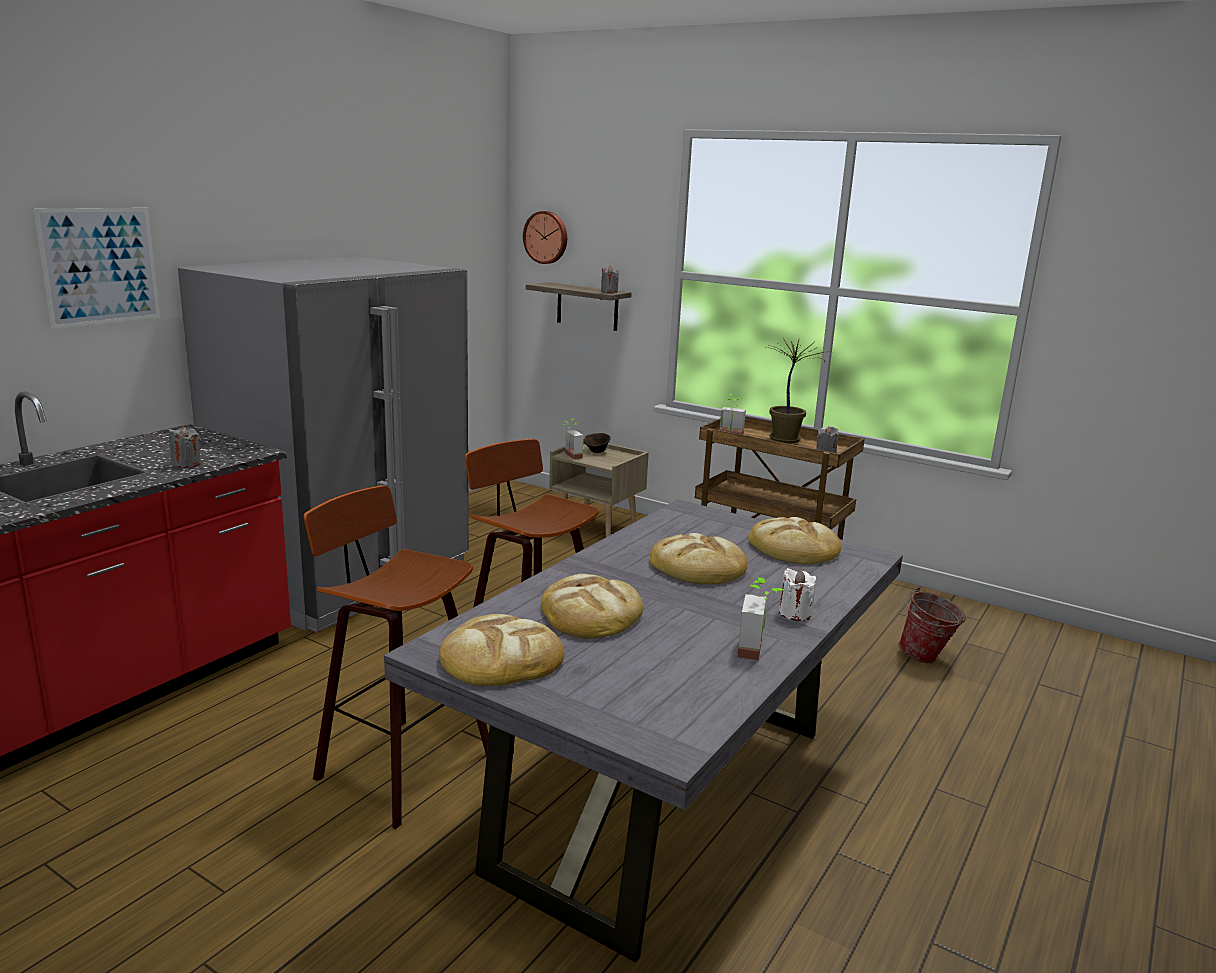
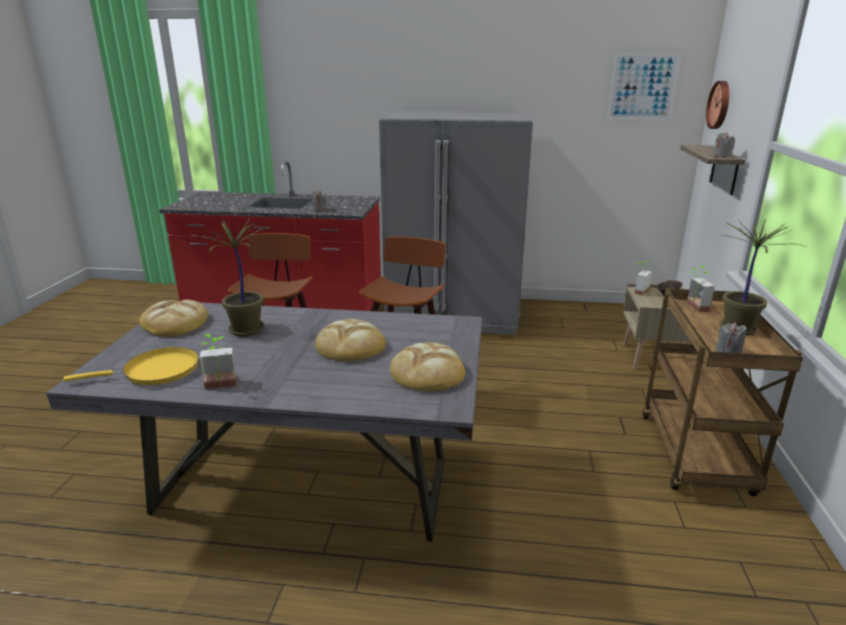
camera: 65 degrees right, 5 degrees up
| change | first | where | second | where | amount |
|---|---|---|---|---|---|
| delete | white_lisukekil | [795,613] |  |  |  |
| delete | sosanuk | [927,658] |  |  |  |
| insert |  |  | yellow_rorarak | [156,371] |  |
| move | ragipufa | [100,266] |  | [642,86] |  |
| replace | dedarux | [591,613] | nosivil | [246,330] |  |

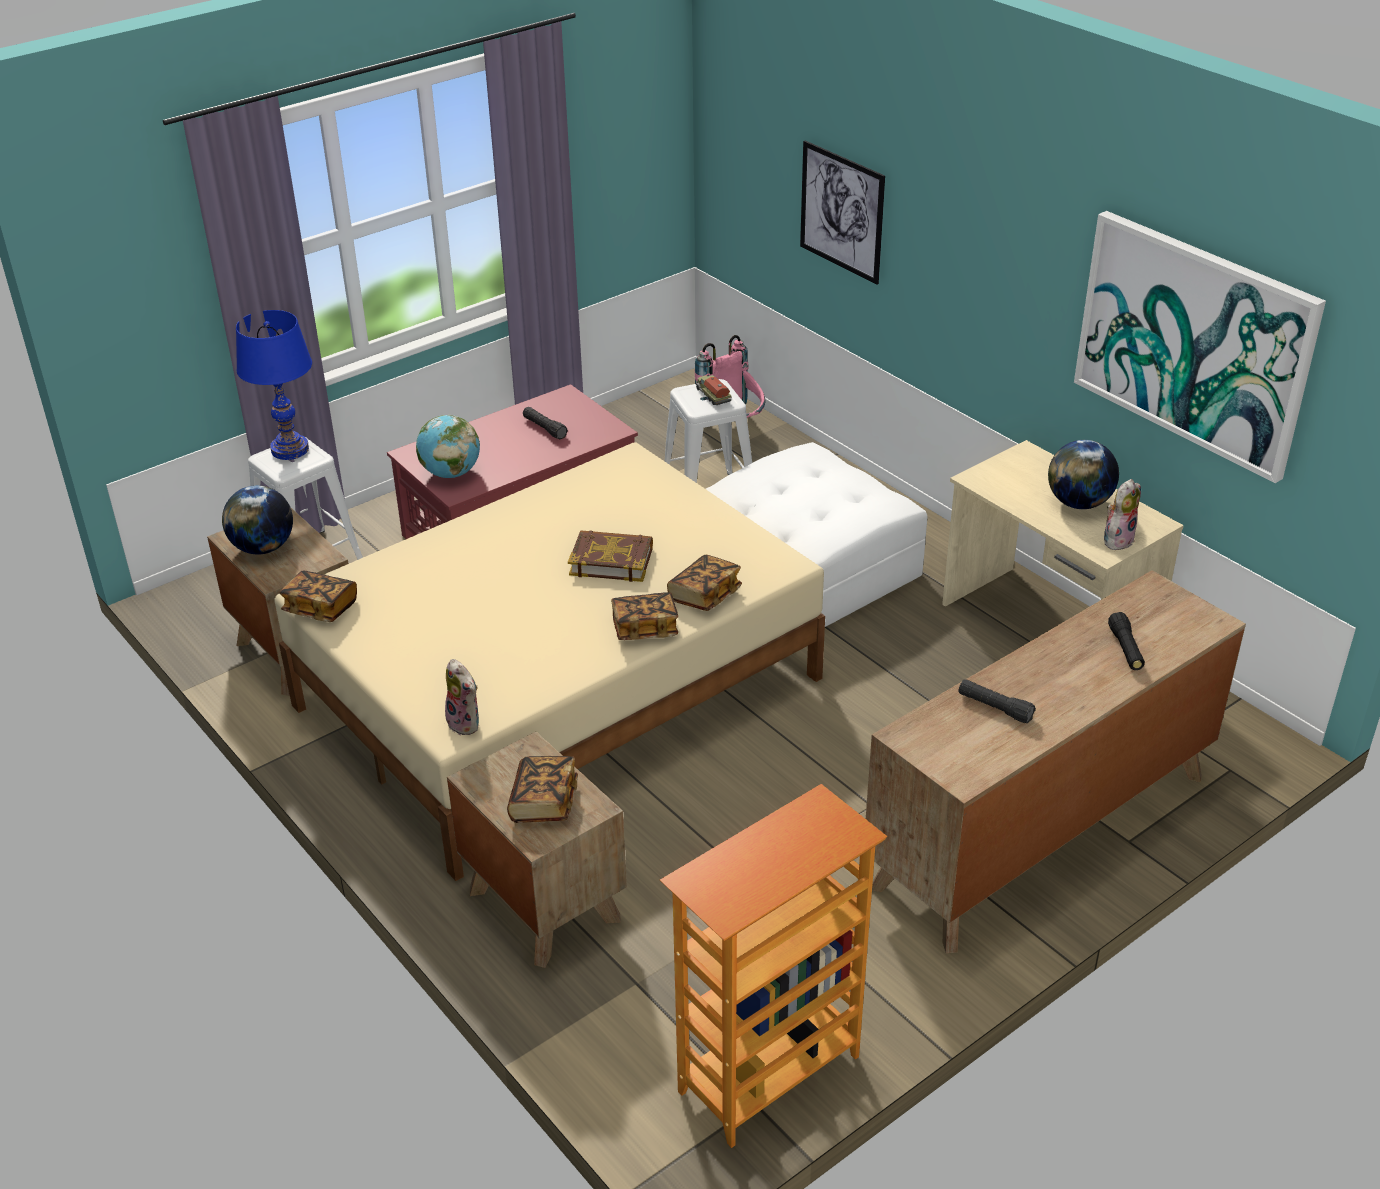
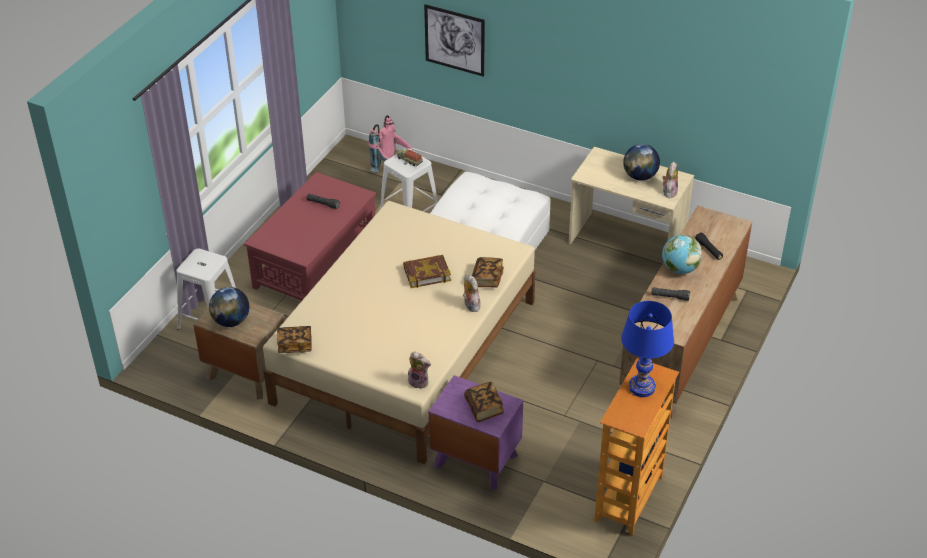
camera: 25 degrees left, 5 degrees up
| change | first | where | second | where | amount |
|---|---|---|---|---|---|
| delete | ragipufa | [1193,342] |  |  |  |
| move | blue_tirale | [290,450] |  | [642,387] |  |
| move | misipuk | [451,473] |  | [679,269] |  |
| replace | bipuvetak | [645,629] | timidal | [470,305] |  |
| recolor | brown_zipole | [543,904] | purple_zipole | [475,460] |  |

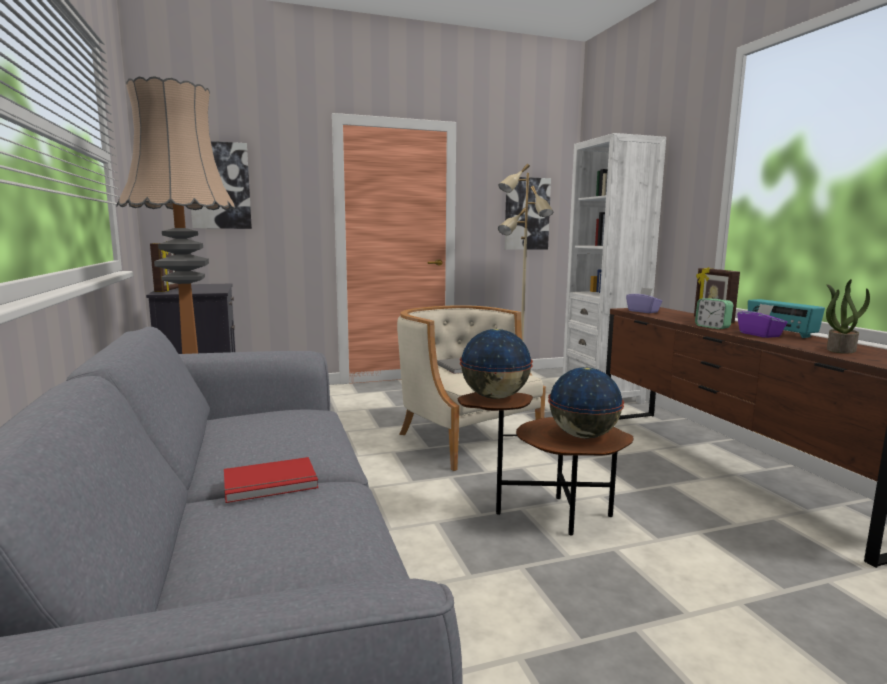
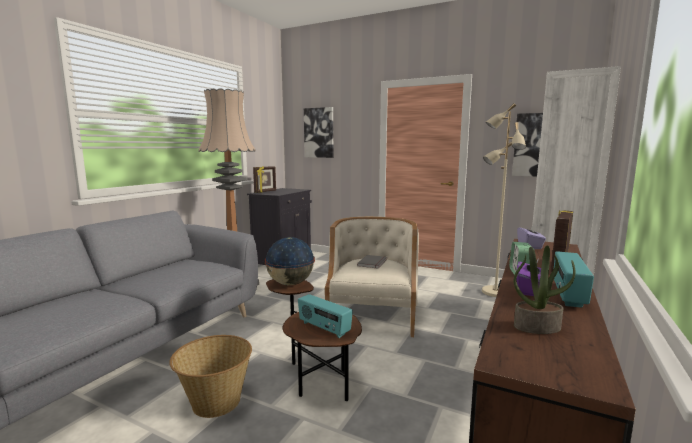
camera: 45 degrees right, 0 degrees up
| change | first | where | second | where | amount |
|---|---|---|---|---|---|
| delete | red_bipuvetak | [271,484] |  |  |  |
| insert |  |  | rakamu | [215,402] |  |
| replace | misipuk | [583,436] | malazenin | [324,328] |  |

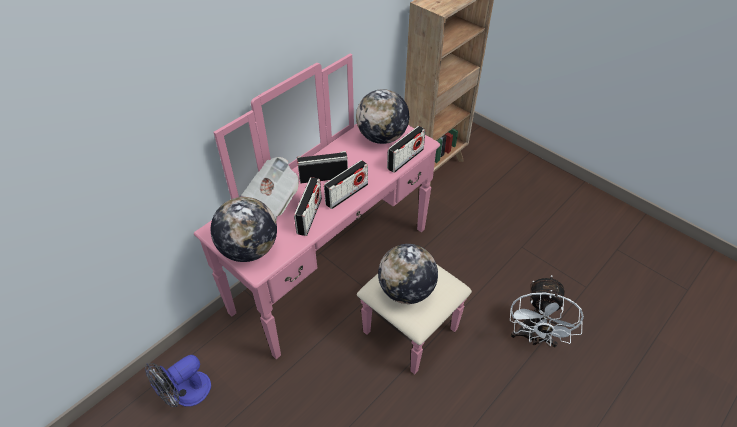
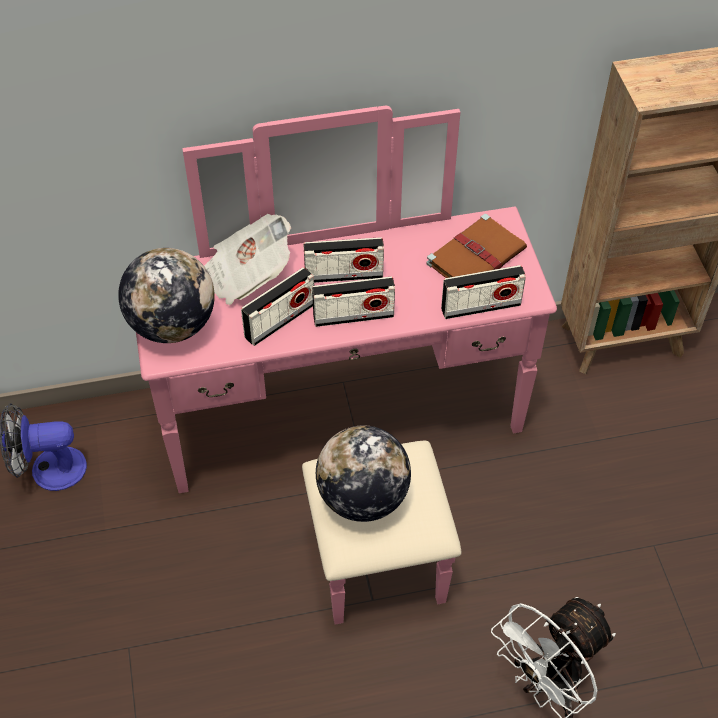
camera: 35 degrees right, 5 degrees up
| change | first | where | second | where | amount |
|---|---|---|---|---|---|
| replace | misipuk | [382,137] | brown_bipuvetak | [477,255] |  |
| rotate | malazenin | [323,177] |  | [344,275] | 150 degrees clockwise |

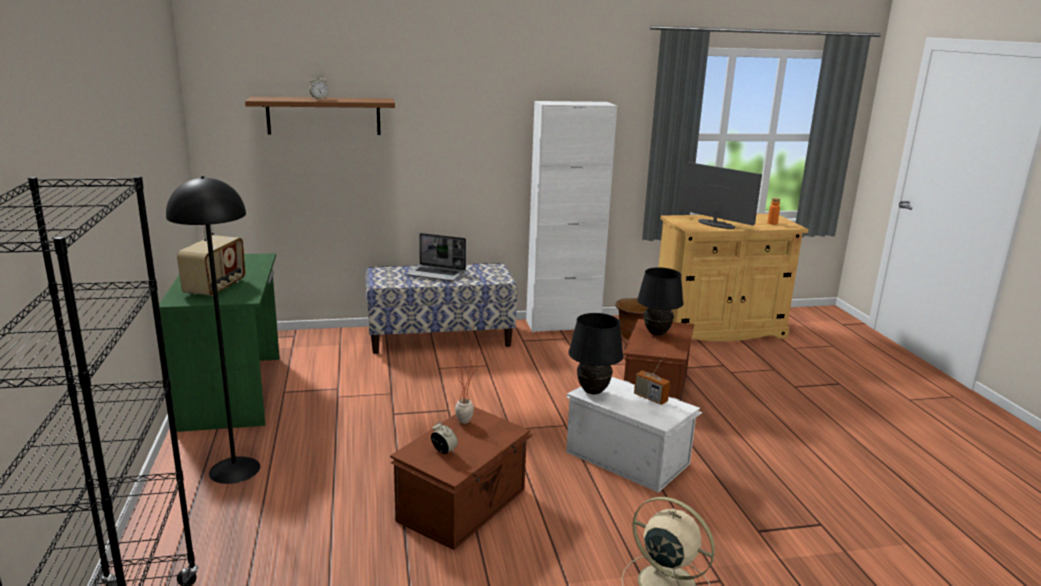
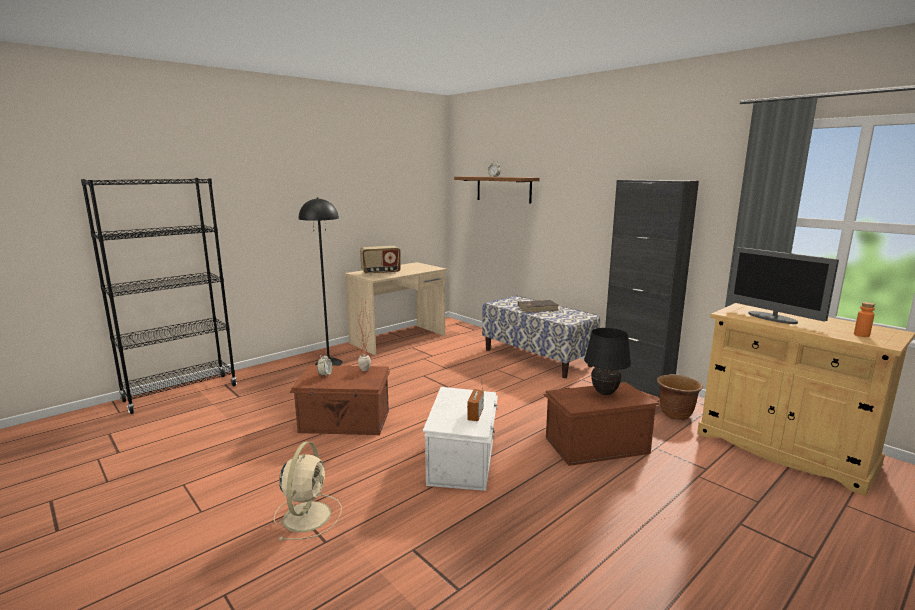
camera: 60 degrees right, 5 degrees down
| change | first | where | second | where | amount |
|---|---|---|---|---|---|
| delete | black_tirale | [593,391] |  |  |  |
| replace | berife | [437,274] | brown_bipuvetak | [538,308] |  |
| recolor | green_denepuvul | [234,391] | beige_denepuvul | [399,339] |  |
| recolor | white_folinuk | [563,325] | black_folinuk | [636,384] |  |
| rotate | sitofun | [715,224] |  | [772,318] | 135 degrees clockwise |

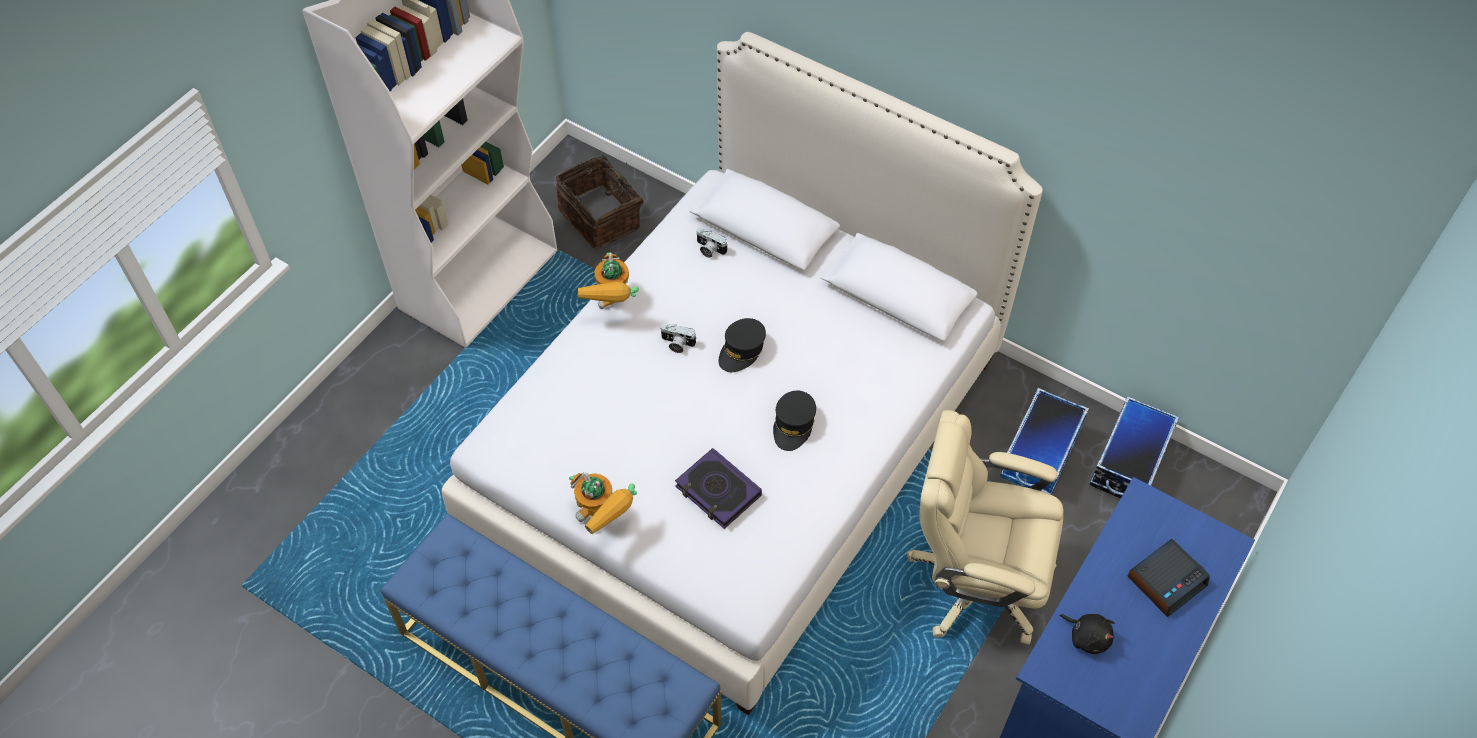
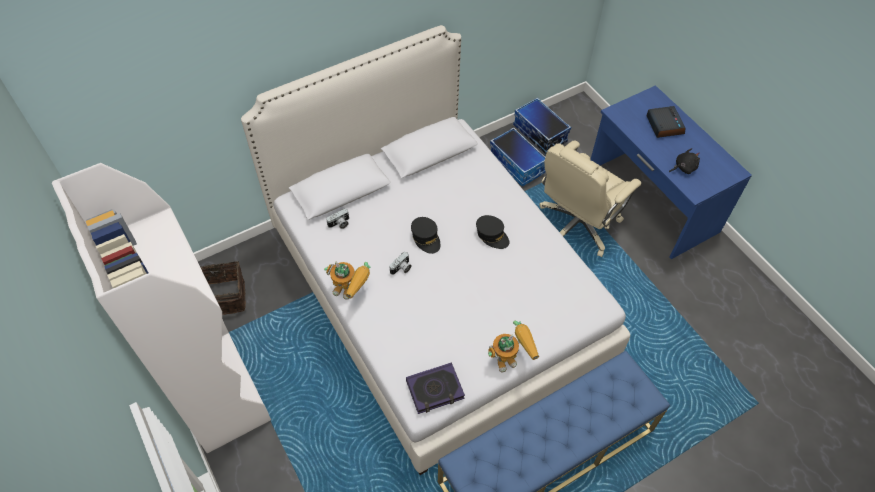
camera: 65 degrees left, 0 degrees up
| change | first | where | second | where | amount |
|---|---|---|---|---|---|
| move | bipuvetak | [718,491] |  | [435,390] |  |

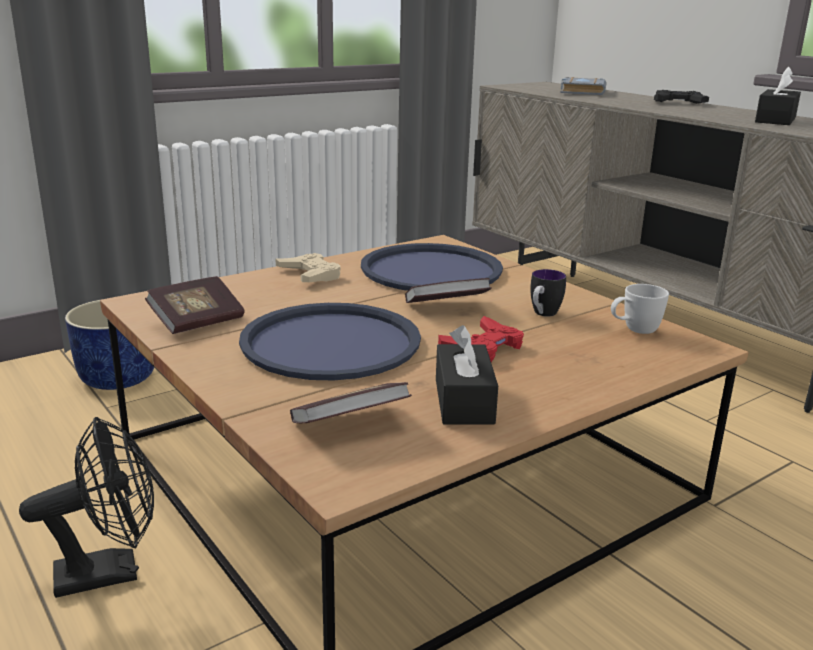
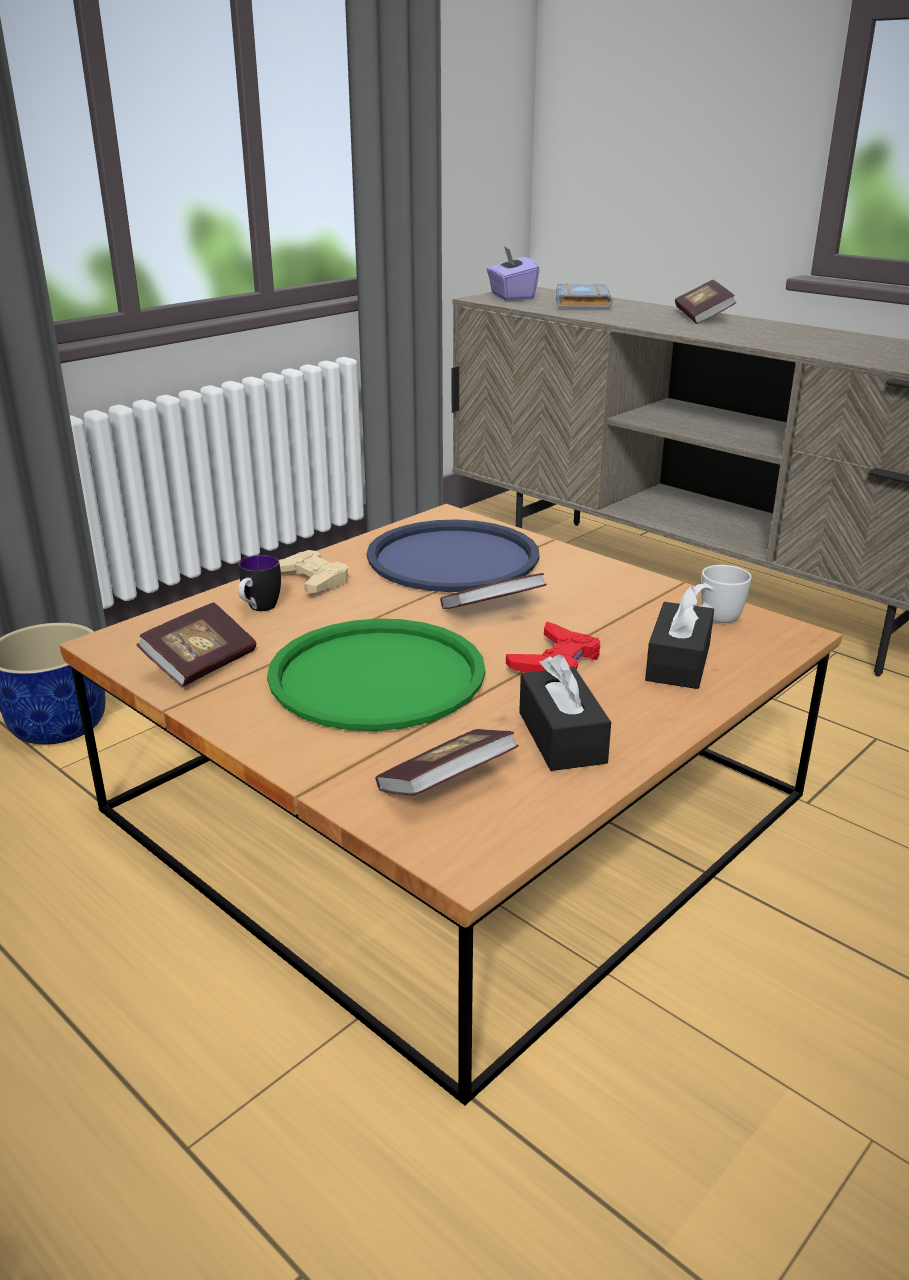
camera: 10 degrees left, 5 degrees up
| change | first | where | second | where | amount |
|---|---|---|---|---|---|
| delete | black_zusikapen | [110,572] |  |  |  |
| insert |  |  | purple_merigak | [511,296] |  |
| move | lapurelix | [542,314] |  | [259,609] |  |
| move | black_merigak | [775,120] |  | [678,662] |  |
| replace | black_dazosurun | [678,103] | bipuvetak | [702,317] |  |
| recolor | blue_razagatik | [330,343] | green_razagatik | [376,676] |  |

